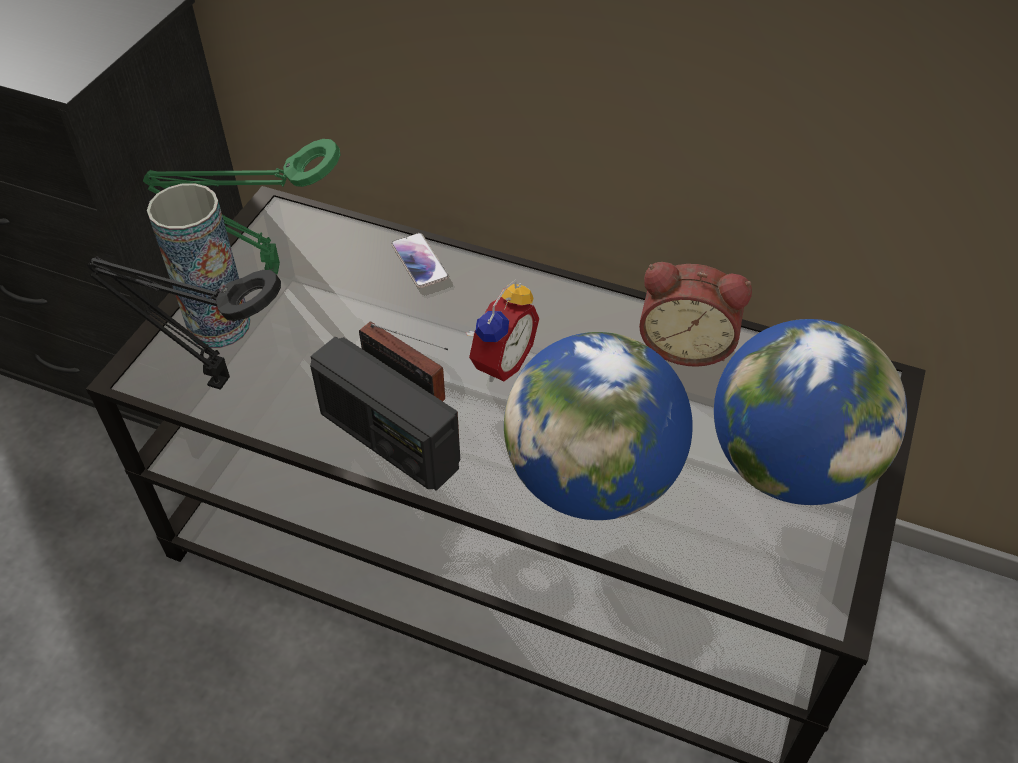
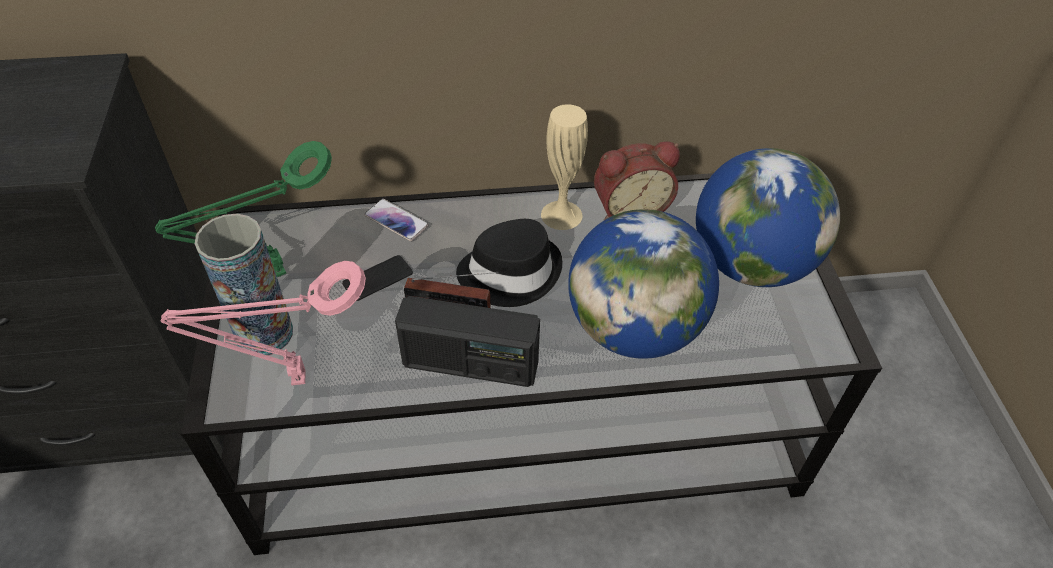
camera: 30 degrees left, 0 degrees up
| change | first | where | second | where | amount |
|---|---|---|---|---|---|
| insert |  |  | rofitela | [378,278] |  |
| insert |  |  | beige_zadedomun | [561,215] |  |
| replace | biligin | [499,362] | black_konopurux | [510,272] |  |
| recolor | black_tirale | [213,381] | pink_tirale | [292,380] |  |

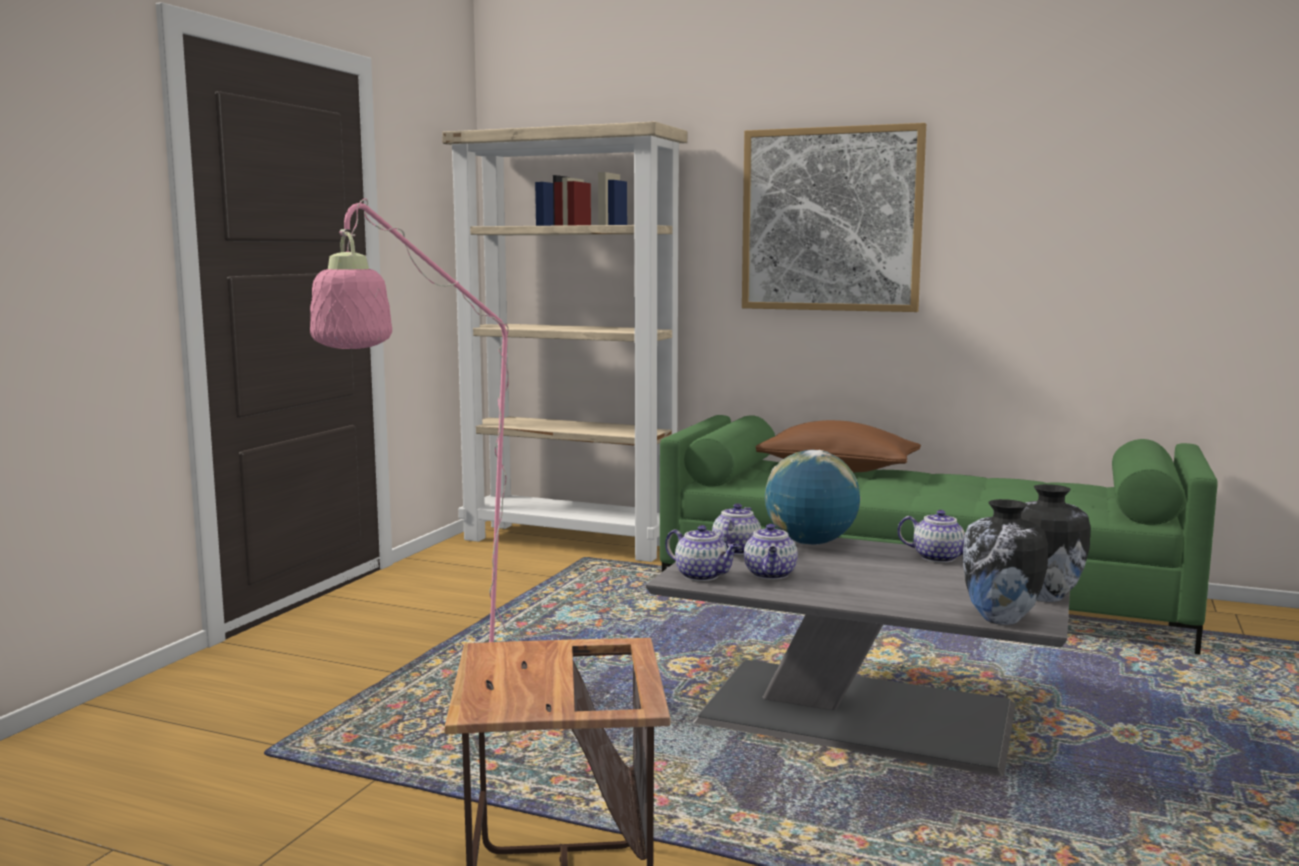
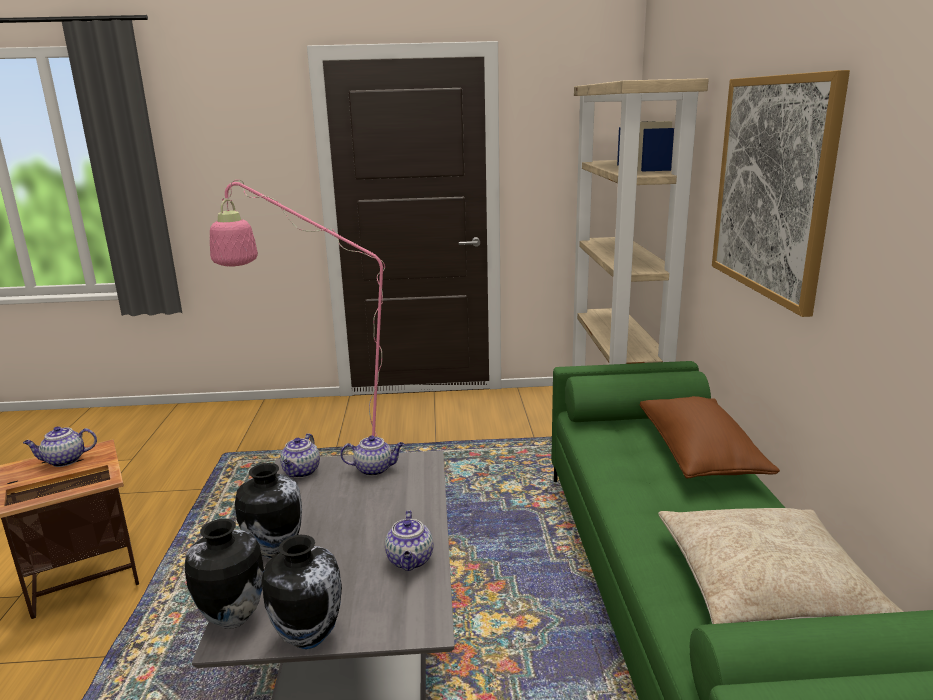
camera: 65 degrees right, 10 degrees up
| change | first | where | second | where | amount |
|---|---|---|---|---|---|
| delete | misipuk | [810,543] |  |  |  |
| insert |  |  | zadedomun | [275,550] |  |
| insert |  |  | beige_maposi | [765,584] |  |
| move | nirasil | [771,575] |  | [64,461] |  |

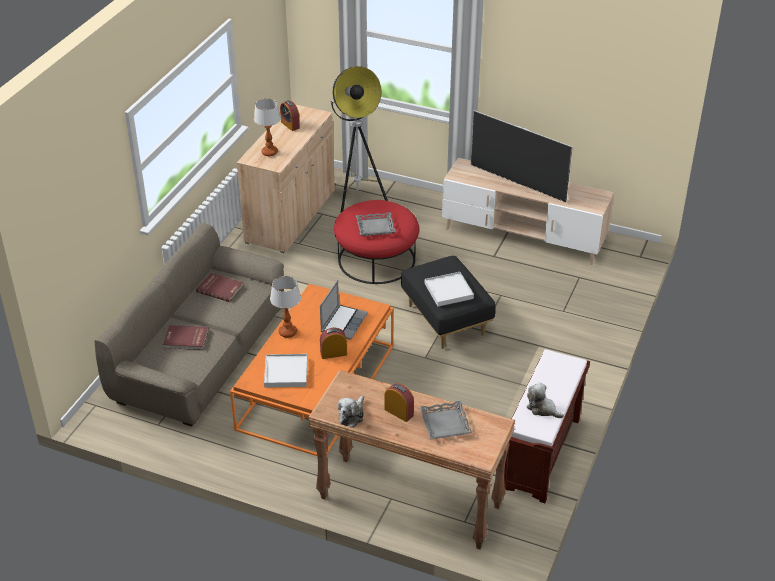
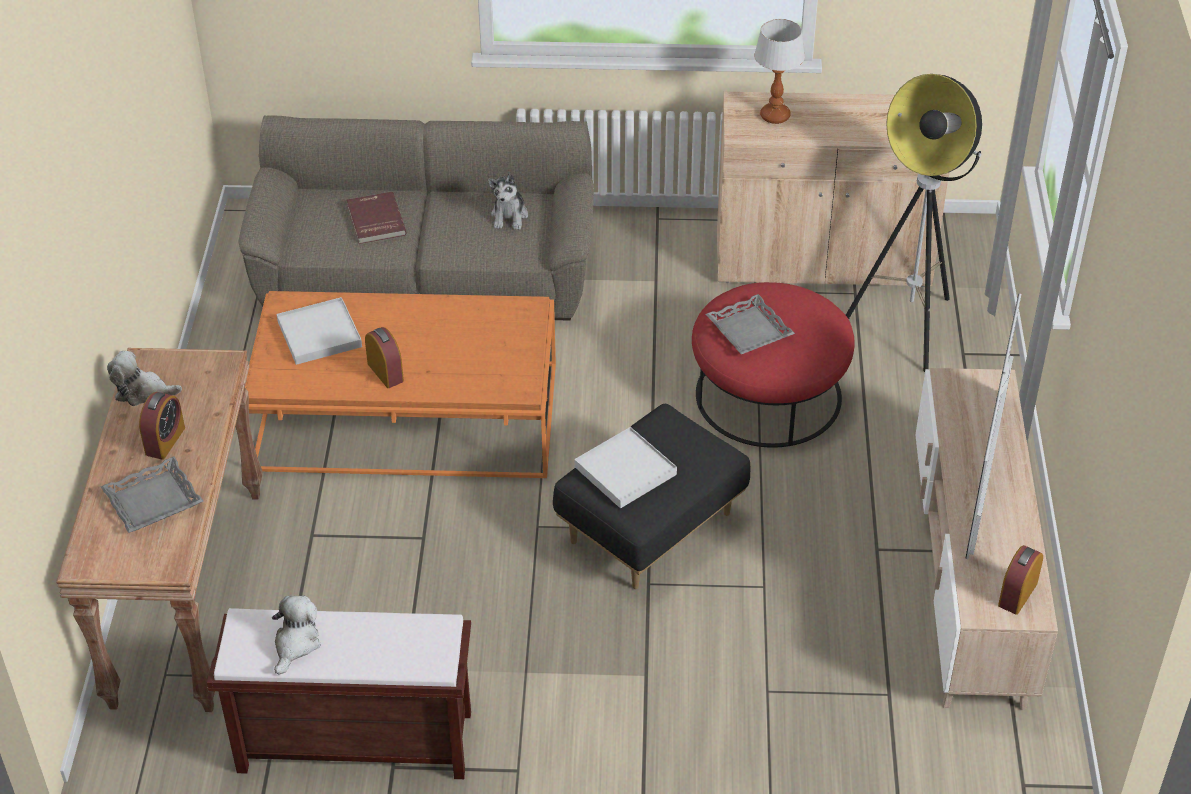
camera: 70 degrees right, 5 degrees up
| change | first | where | second | where | amount |
|---|---|---|---|---|---|
| delete | tirale | [287,332] |  |  |  |
| delete | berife | [343,322] |  |  |  |
| move | biligin | [290,125] |  | [1017,594] |  |
| replace | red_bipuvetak | [220,288] | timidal | [509,216] |  |

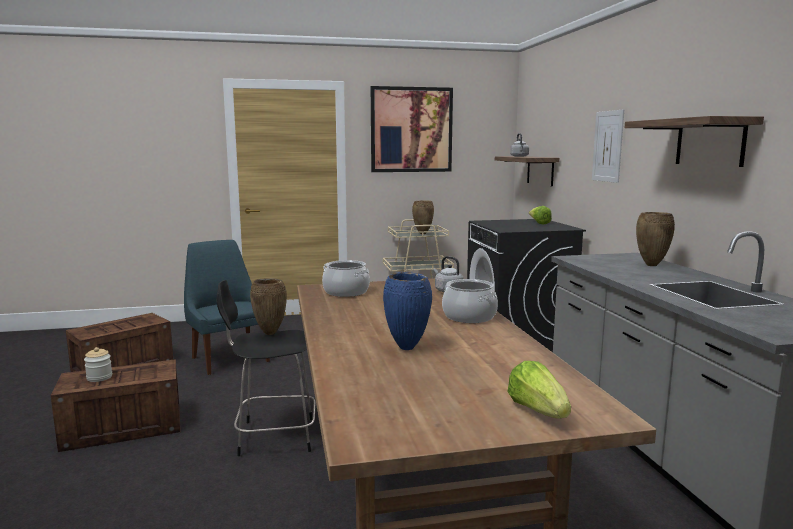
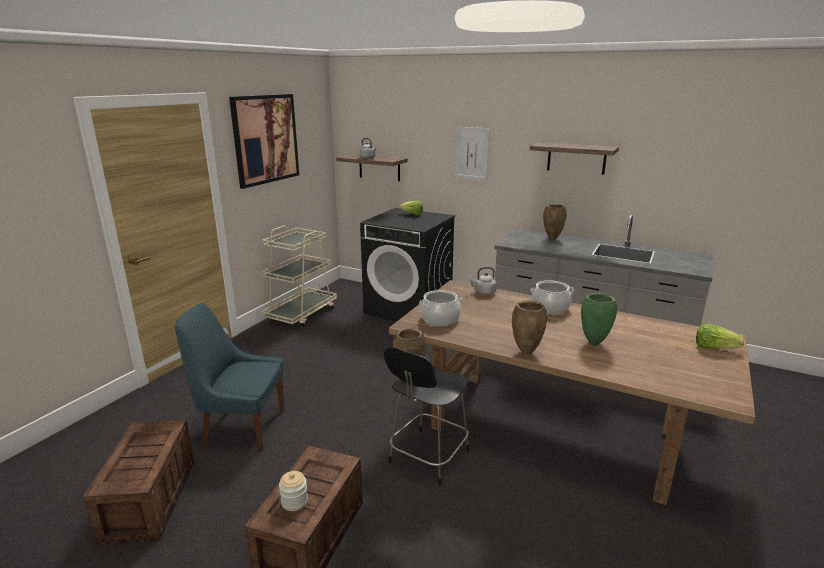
camera: 50 degrees left, 10 degrees up
| change | first | where | second | where | amount |
|---|---|---|---|---|---|
| move | brown_zadedomun | [422,233] |  | [525,352] |  |
| recolor | blue_zadedomun | [408,348] | green_zadedomun | [594,343] |  |

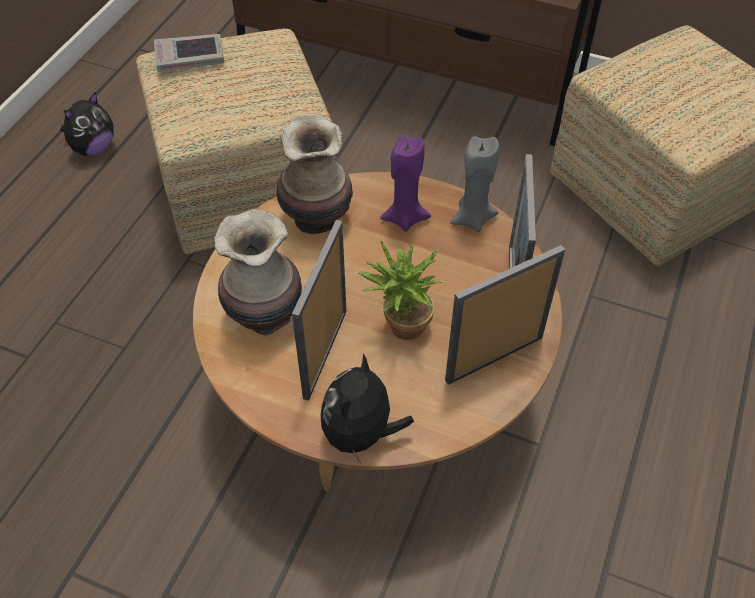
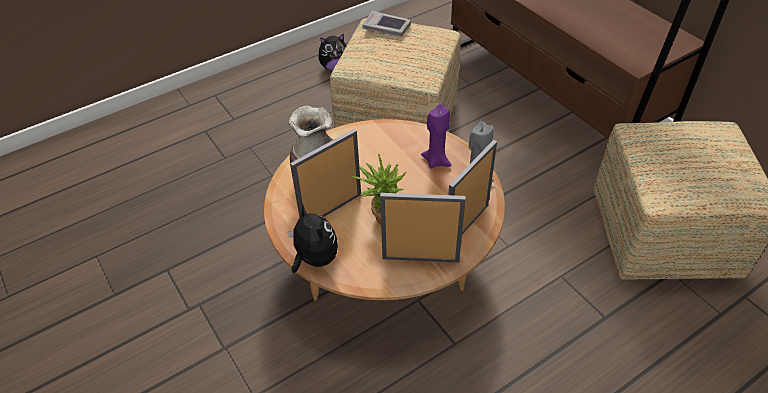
camera: 35 degrees right, 5 degrees down
| change | first | where | second | where | amount |
|---|---|---|---|---|---|
| delete | zadedomun | [317,217] |  |  |  |
| rotate | timidal | [361,434] |  | [314,259] | 90 degrees clockwise |

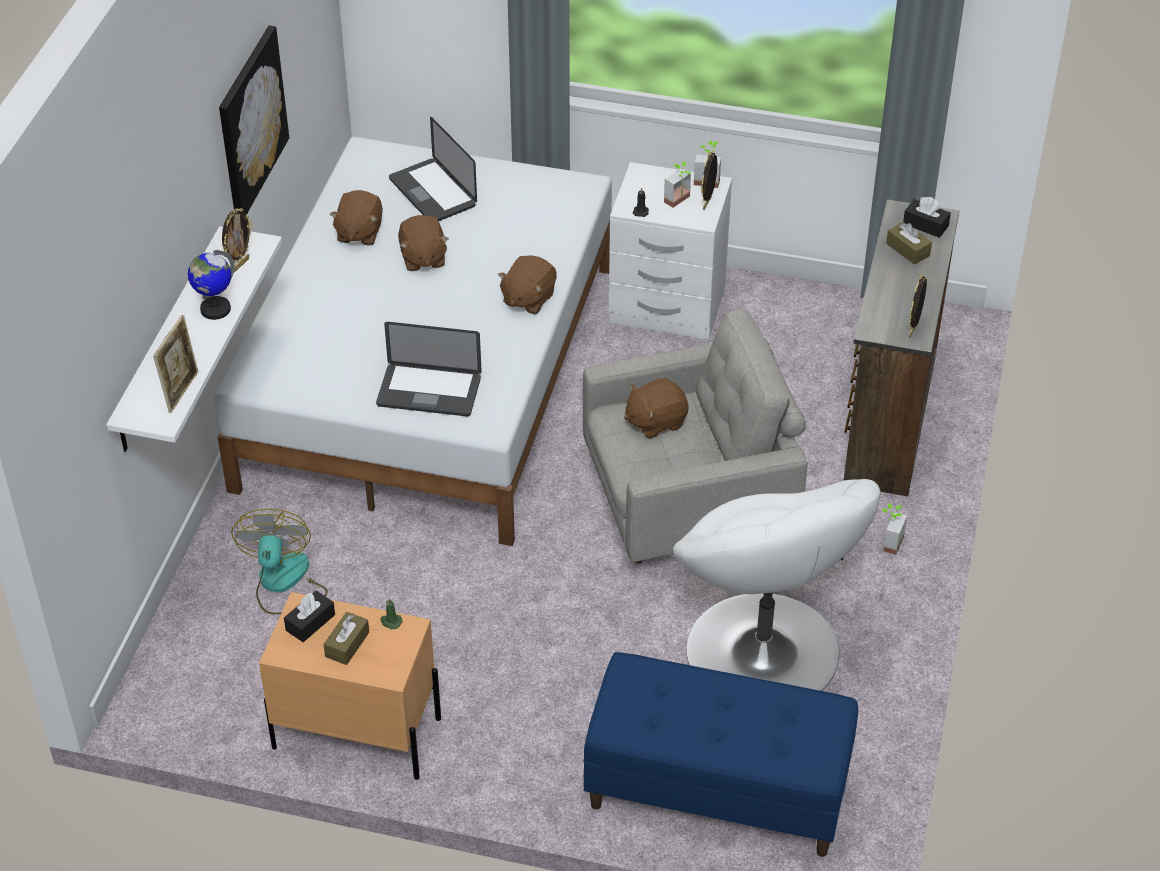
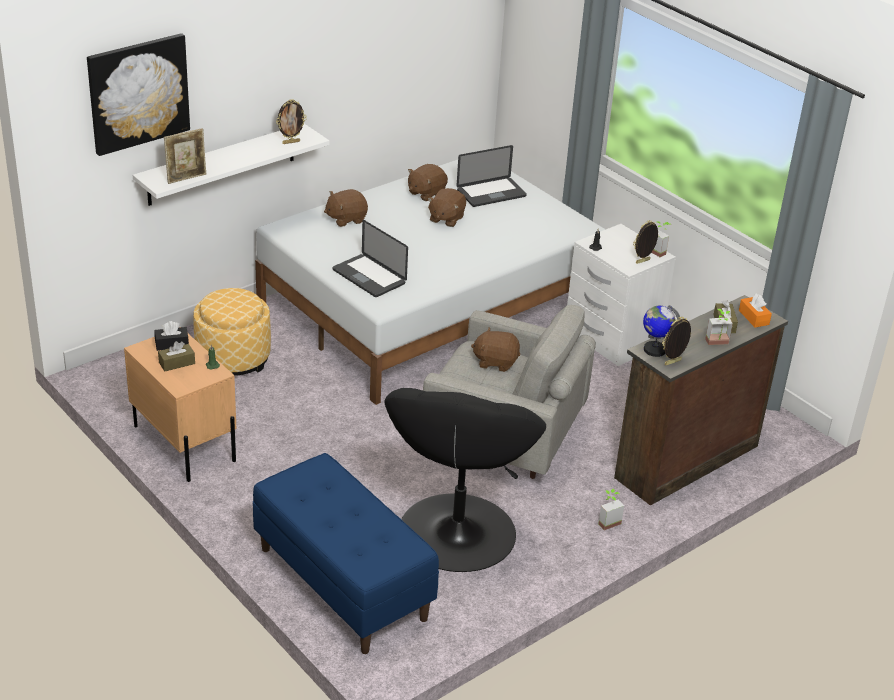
camera: 35 degrees right, 10 degrees down
| change | first | where | second | where | amount |
|---|---|---|---|---|---|
| move | misipuk | [215,309] |  | [654,350] |  |
| move | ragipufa | [250,122] |  | [138,93] |  |
| move | brown_timidal | [528,298] |  | [346,219] |  |
| move | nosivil | [681,201] |  | [718,344] |  |
| replace | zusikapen | [283,583] | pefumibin | [233,358] |  |
| recolor | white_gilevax | [763,653] | black_gilevax | [456,533] |  |
| recolor | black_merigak | [925,225] | orange_merigak | [753,317] |  |
| rotate | berife | [432,192] |  | [491,193] | 120 degrees counterclockwise |

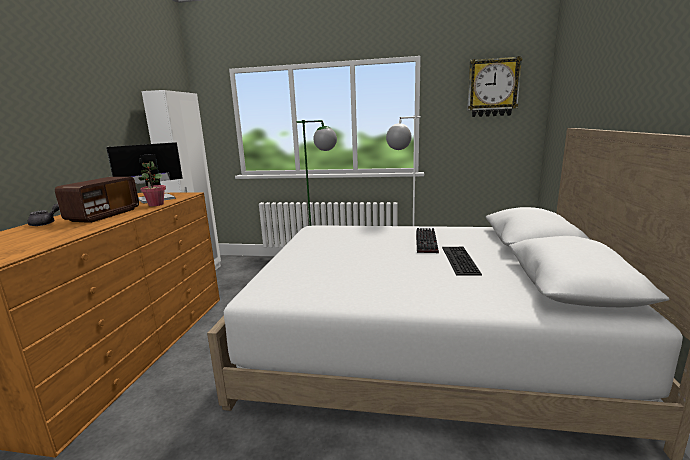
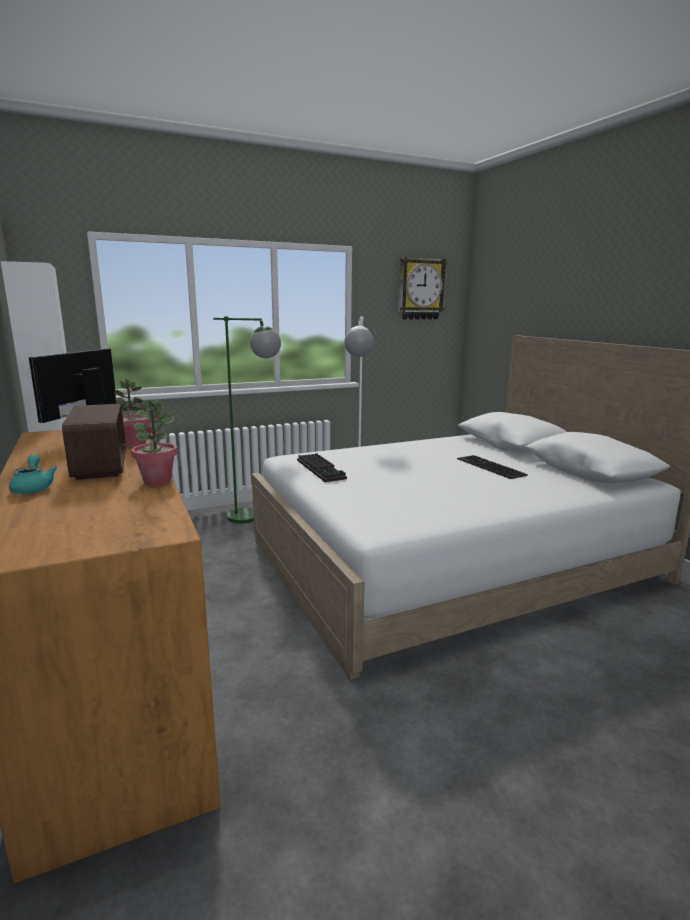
camera: 35 degrees left, 0 degrees up
| change | first | where | second | where | amount |
|---|---|---|---|---|---|
| insert |  |  | nosivil | [157,481] |  |
| move | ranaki | [427,242] |  | [322,469] |  |
| recolor | grey_nirasil | [46,223] | turquoise_nirasil | [33,488] |  |

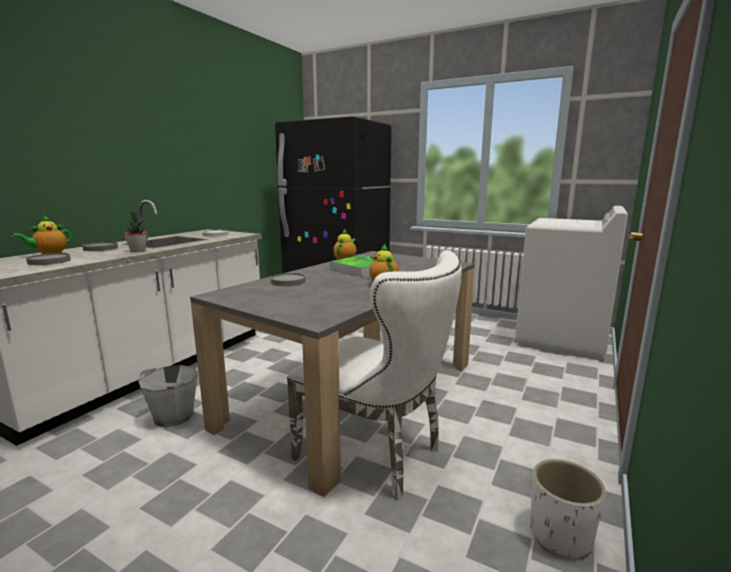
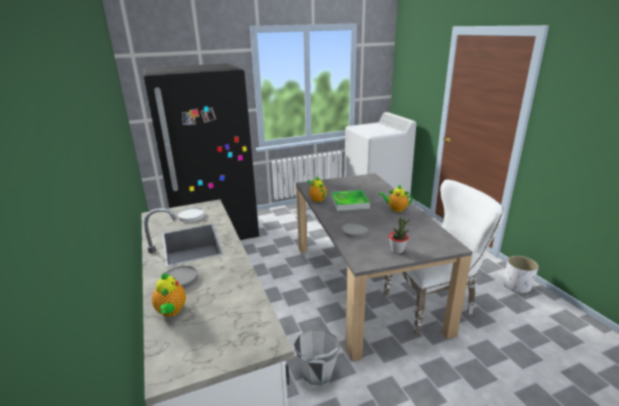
camera: 50 degrees left, 10 degrees up
| change | first | where | second | where | amount |
|---|---|---|---|---|---|
| delete | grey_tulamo | [49,261] |  |  |  |
| move | nosivil | [138,251] |  | [397,250] |  |

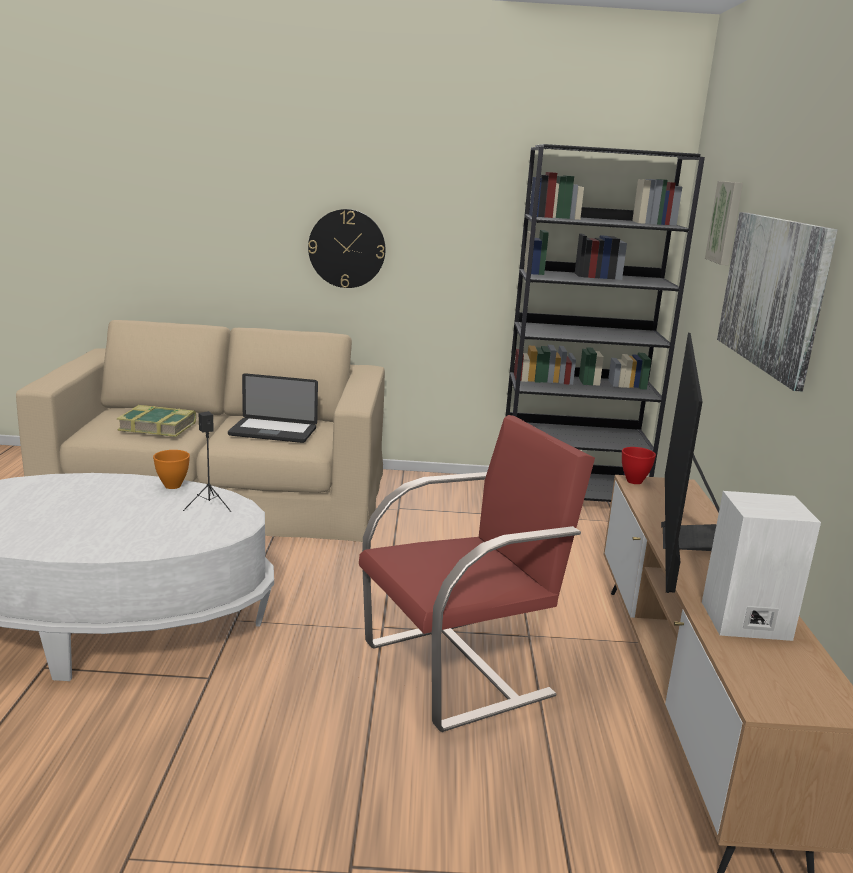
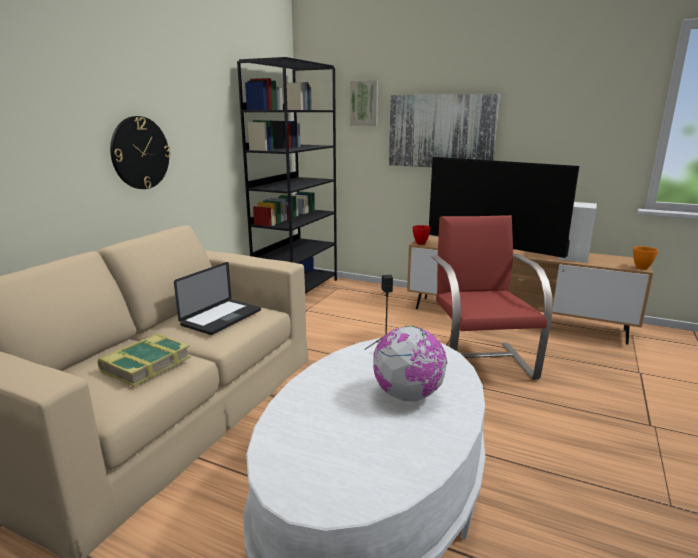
camera: 65 degrees left, 0 degrees up
| change | first | where | second | where | amount |
|---|---|---|---|---|---|
| insert |  |  | misipuk | [408,395] |  |
| move | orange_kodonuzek | [172,486] |  | [642,268] |  |

